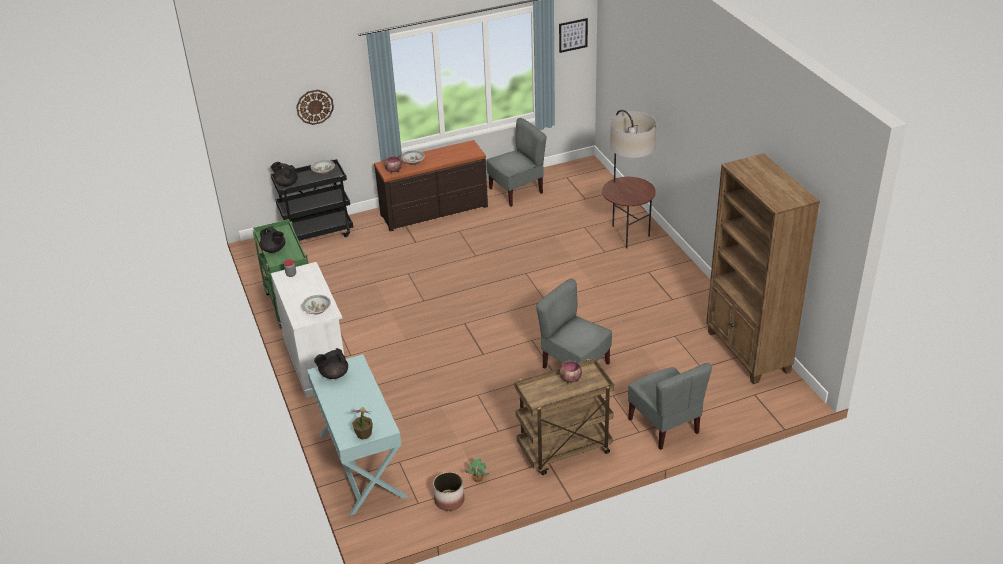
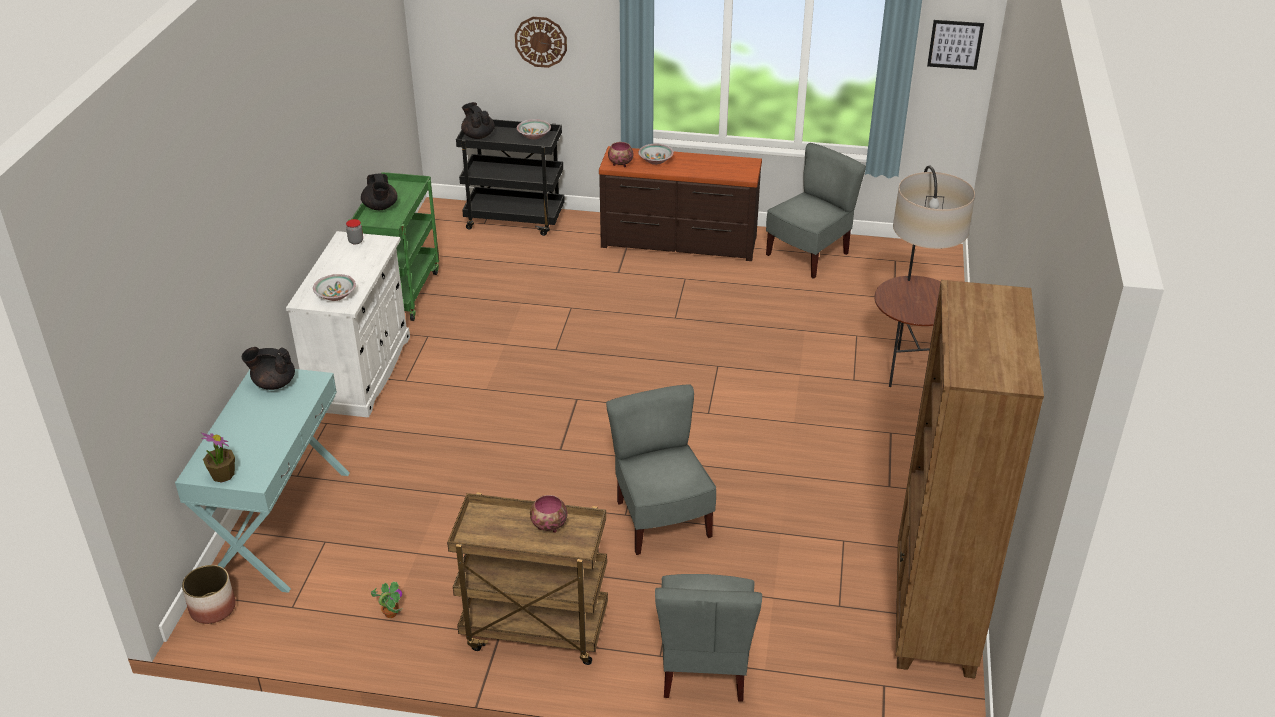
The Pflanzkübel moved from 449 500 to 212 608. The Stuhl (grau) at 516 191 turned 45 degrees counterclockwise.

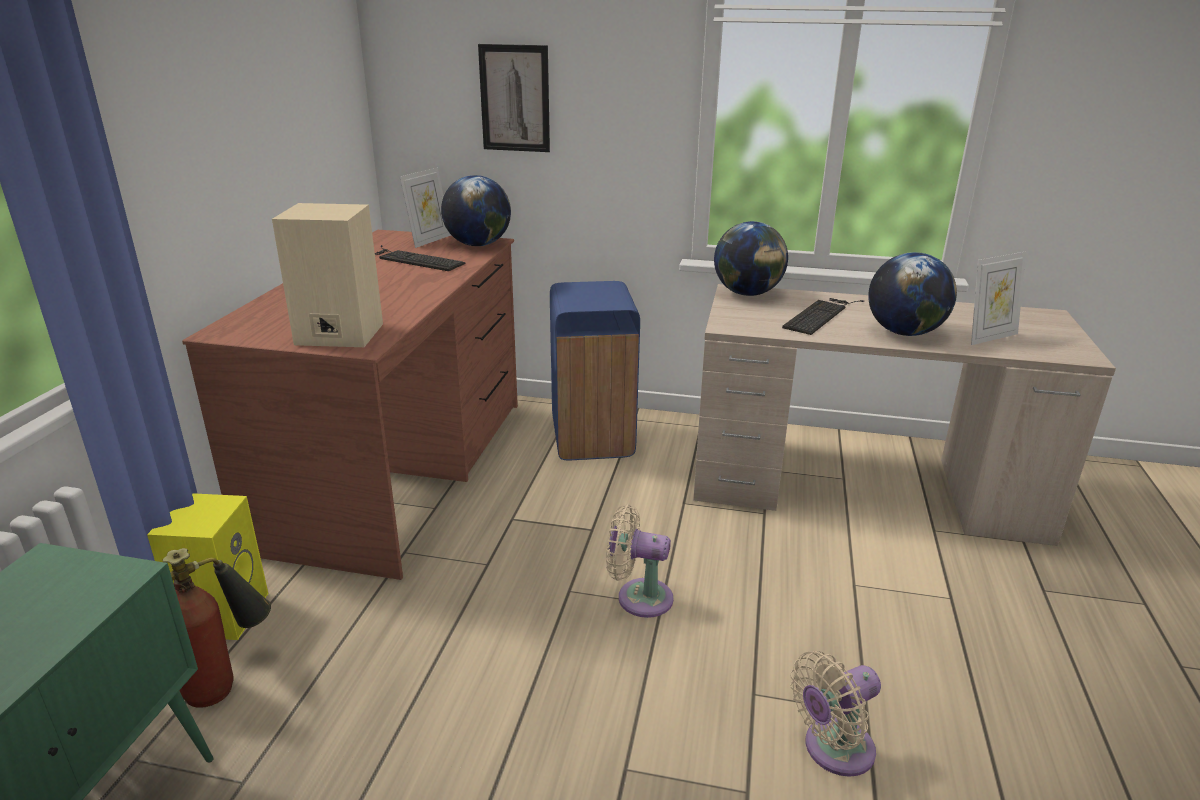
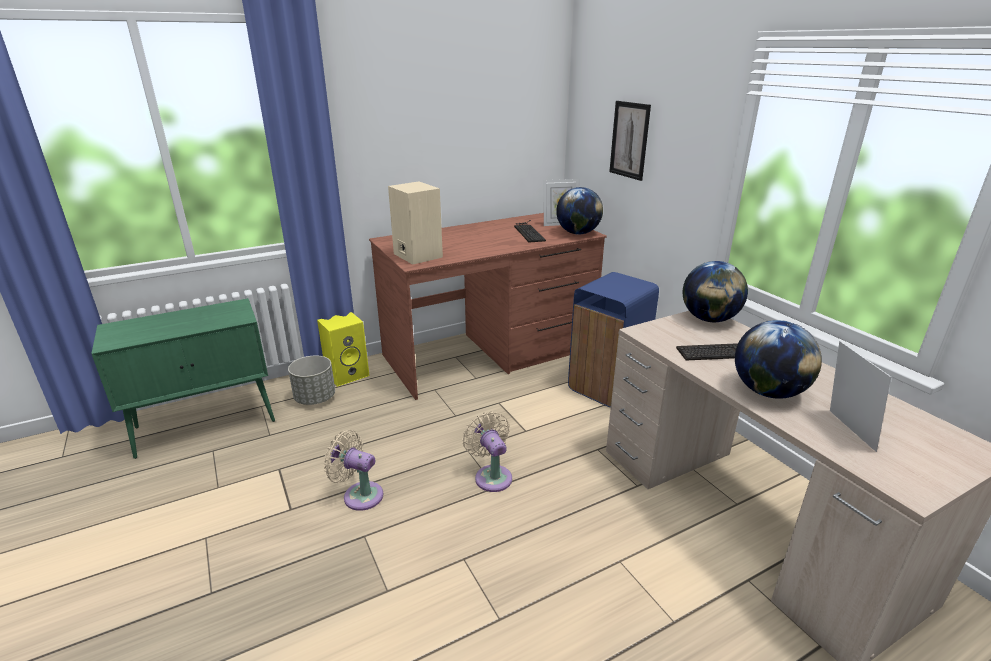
The Ventilator (beige) moved from 833 750 to 359 495. The Feuerlöscher at 228 680 was replaced by the Pflanzkübel (grau) at 315 398. The Bilderrahmen at 989 337 turned 120 degrees counterclockwise.

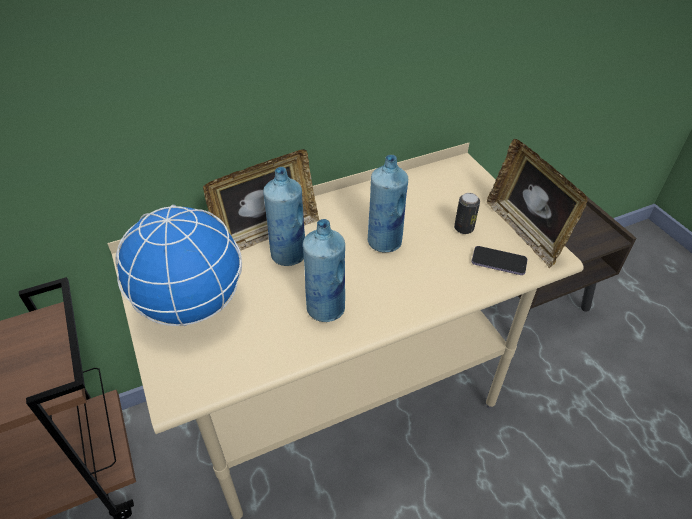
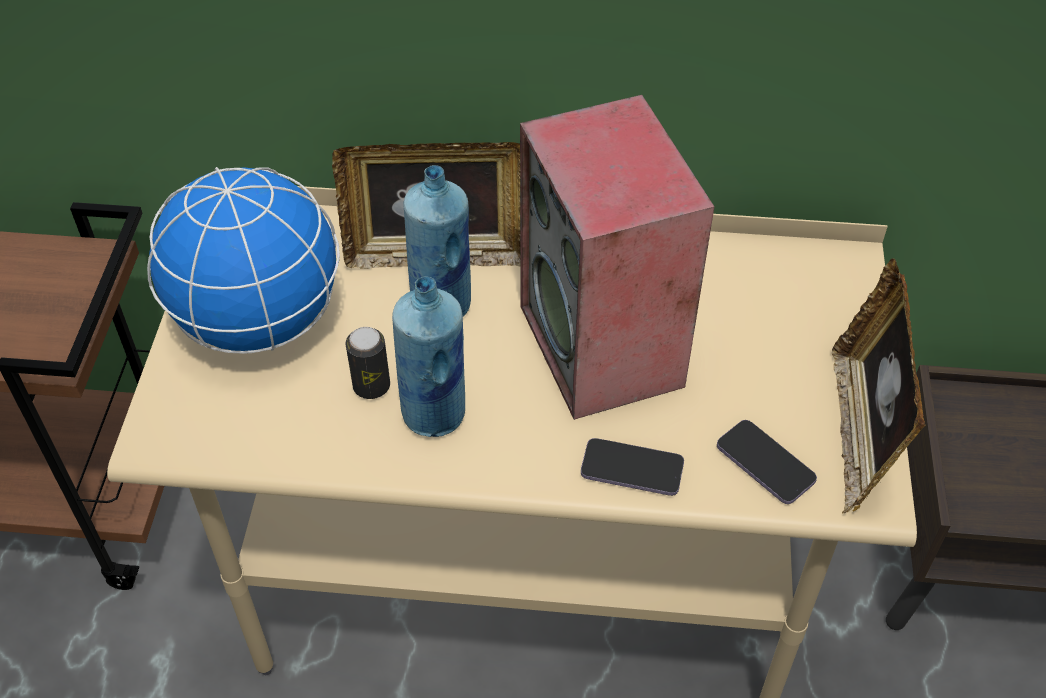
The Handy at 632 469 appeared. The Dose moved from 464 228 to 371 386. The Flasche (blau) at 385 242 was replaced by the Lautsprecher at 604 347.

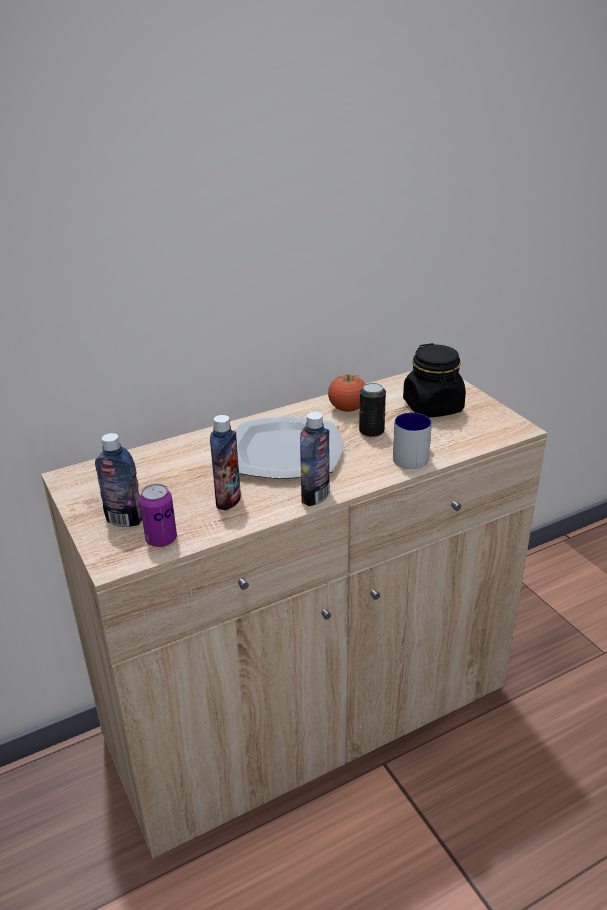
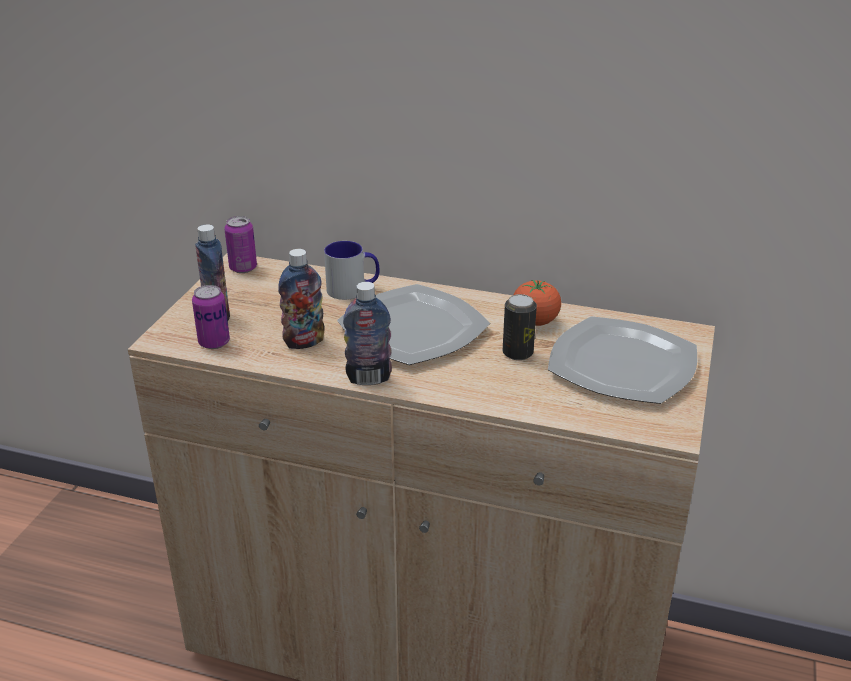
The Dose at 243 268 appeared. The Henkelbecher moved from 414 456 to 353 289. The Vorratsglas (schwarz) at 433 407 was replaced by the Teller at 621 363.

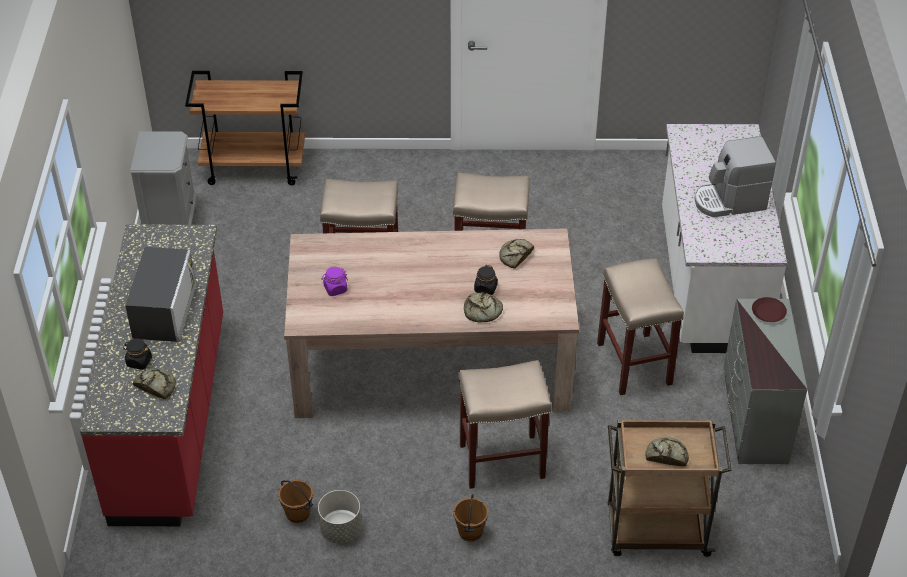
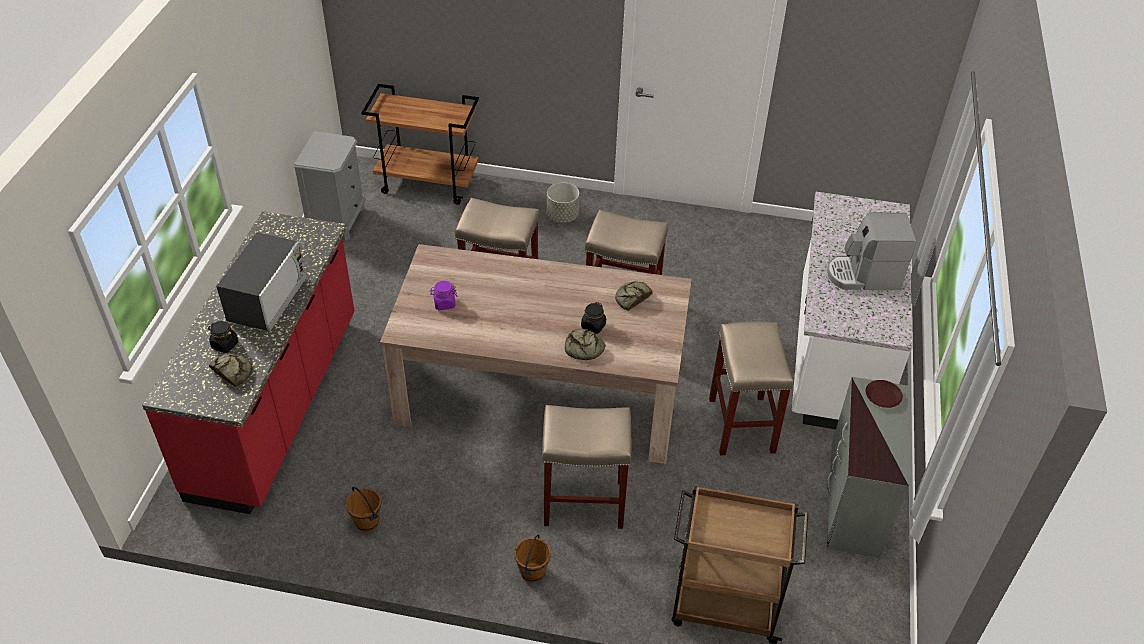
The Brot at 666 455 disappeared. The Pflanzkübel (grau) moved from 341 530 to 562 216.

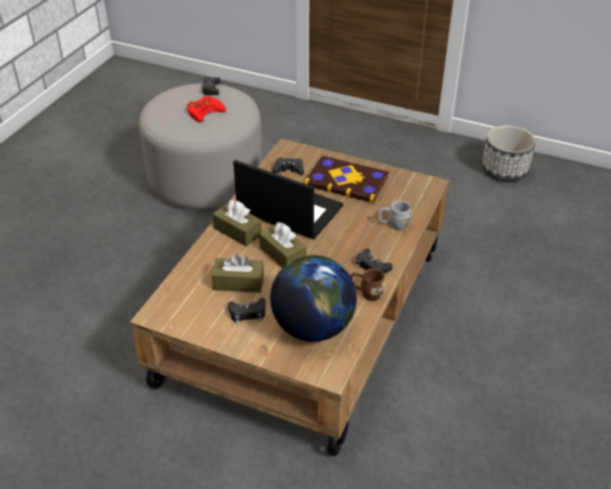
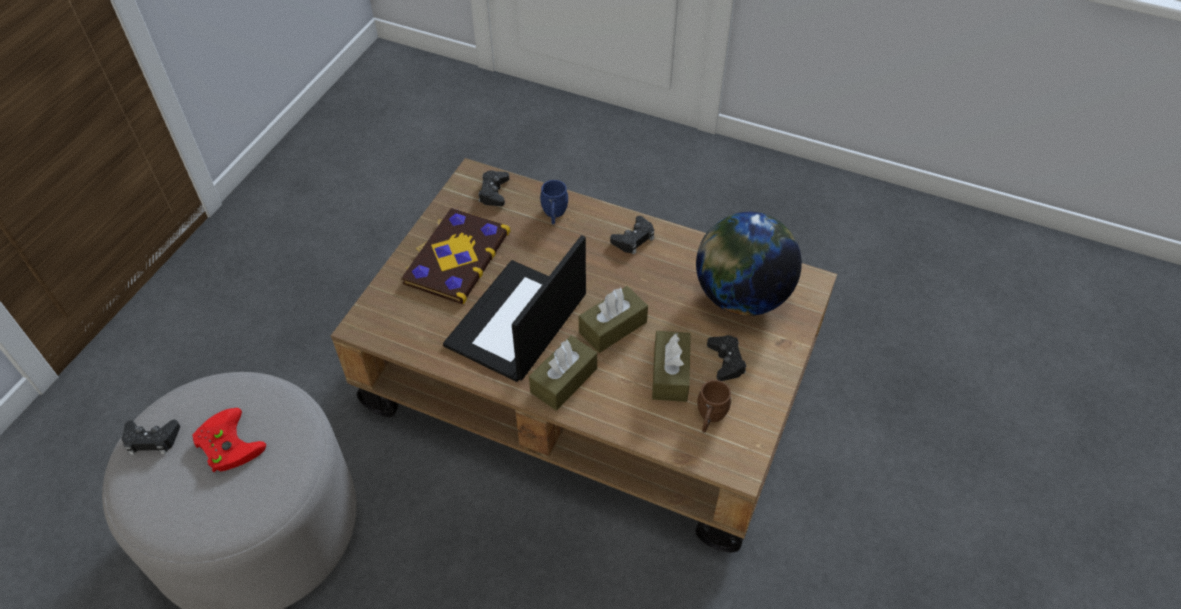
The Pflanzkübel at 504 170 disappeared. The Gamepad (schwarz) moved from 289 170 to 494 192. The Henkelbecher (braun) moved from 366 293 to 709 418. The Henkelbecher (grau) at 394 225 became the Henkelbecher (blau) at 554 215.

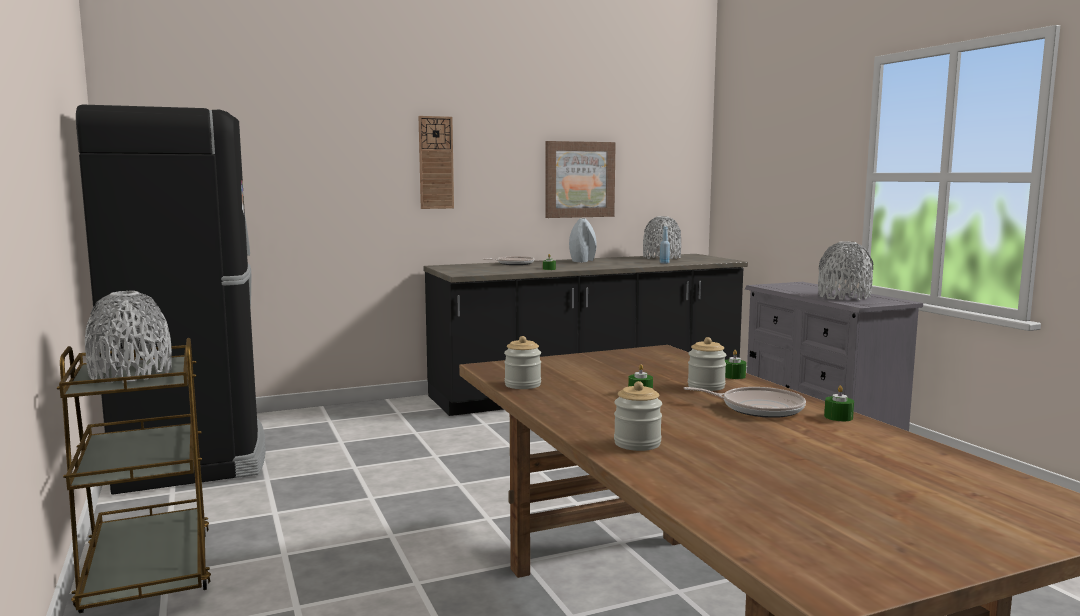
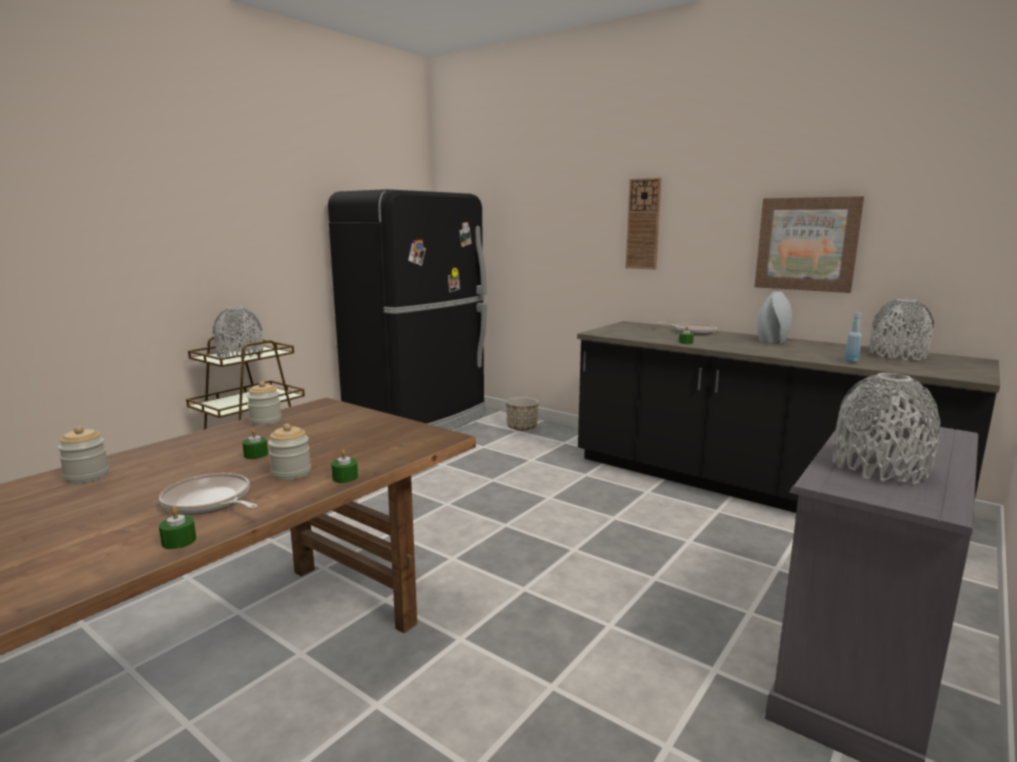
The Pflanzkübel at 522 427 appeared. The Pfanne at 757 408 turned 135 degrees clockwise.

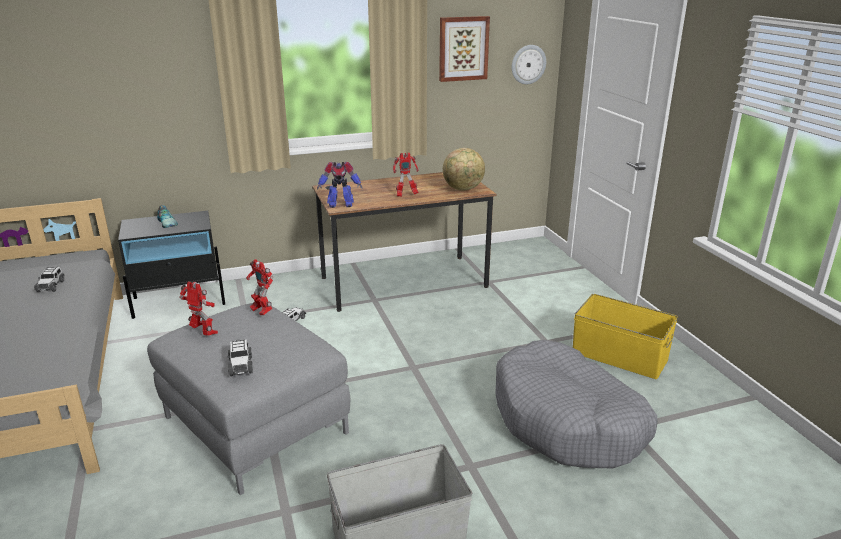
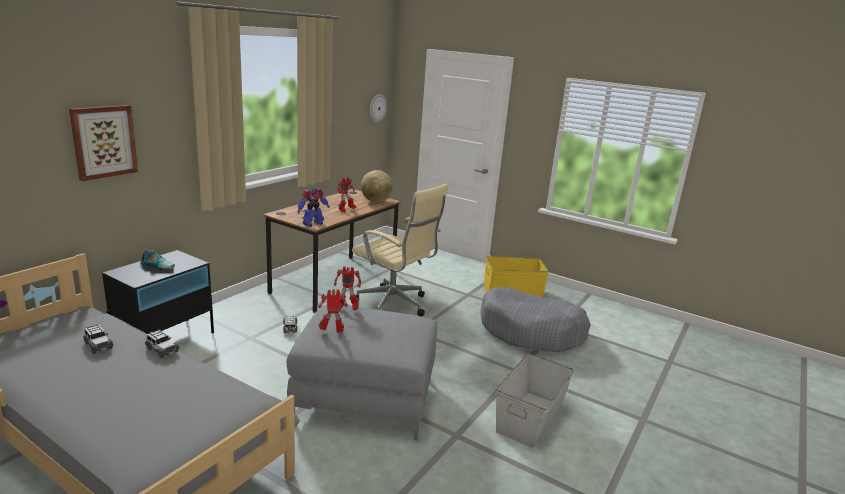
The Bürostuhl (beige) at 395 305 appeared. The Spielzeugauto moved from 240 365 to 161 350. The Bild moved from 463 48 to 103 141.

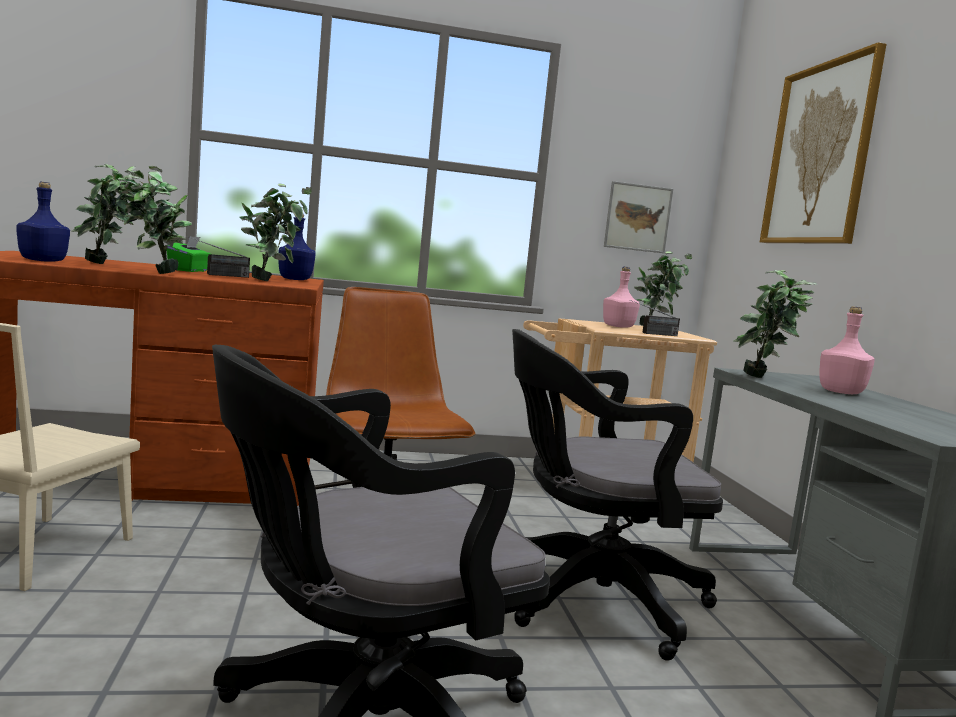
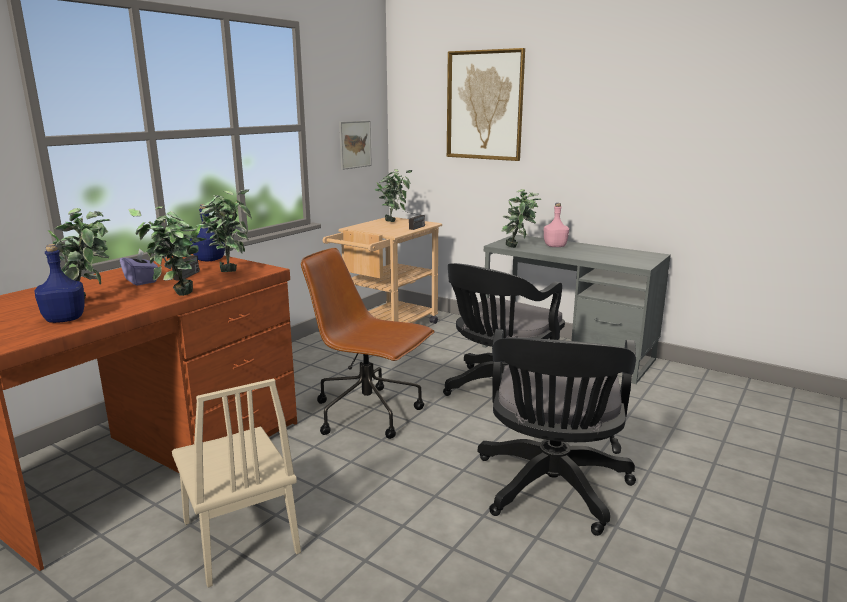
The Flasche (rosa) at 618 327 disappeared. The Taschentuchbox (grün) at 189 270 became the Taschentuchbox (lila) at 141 280.

